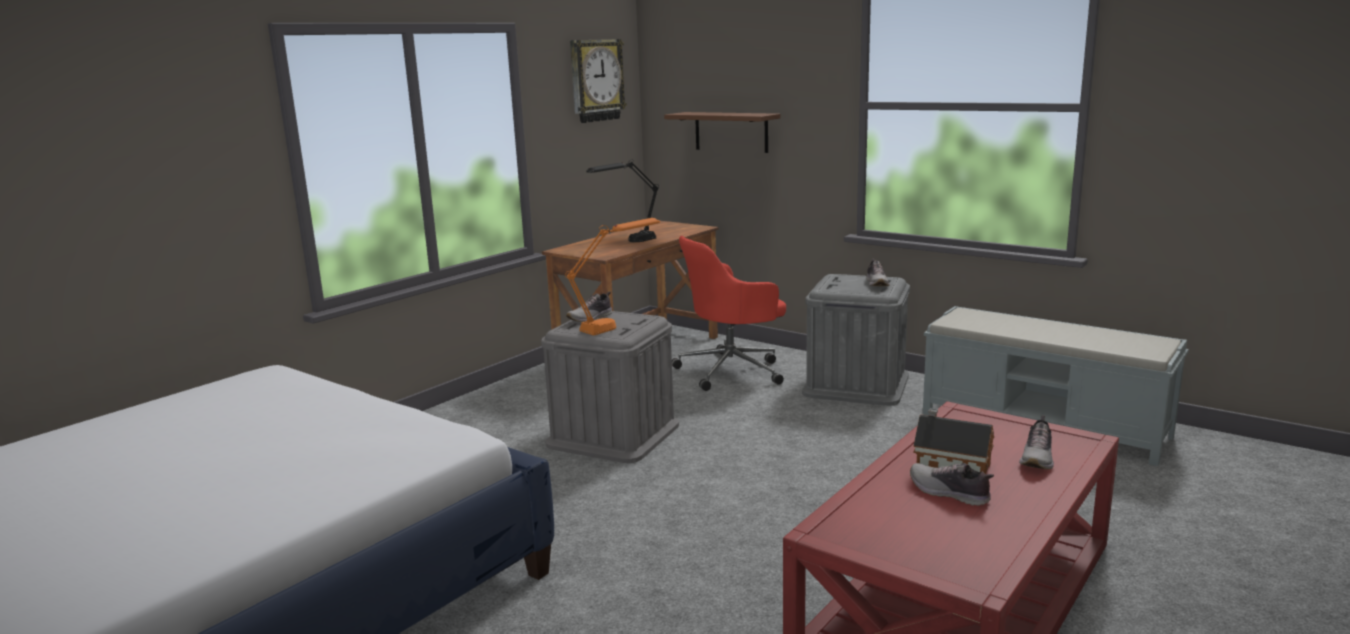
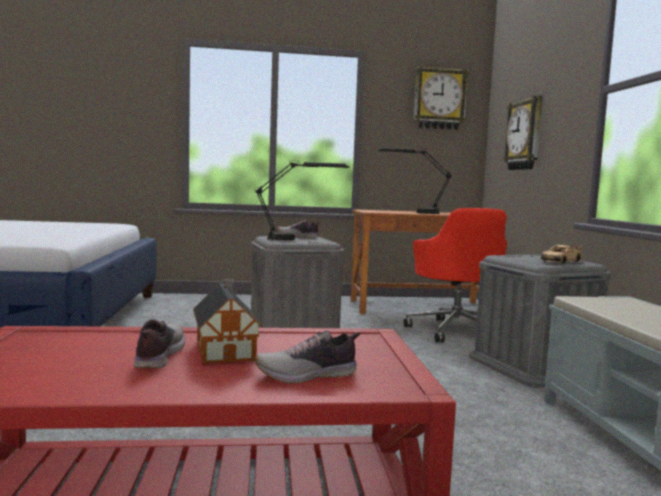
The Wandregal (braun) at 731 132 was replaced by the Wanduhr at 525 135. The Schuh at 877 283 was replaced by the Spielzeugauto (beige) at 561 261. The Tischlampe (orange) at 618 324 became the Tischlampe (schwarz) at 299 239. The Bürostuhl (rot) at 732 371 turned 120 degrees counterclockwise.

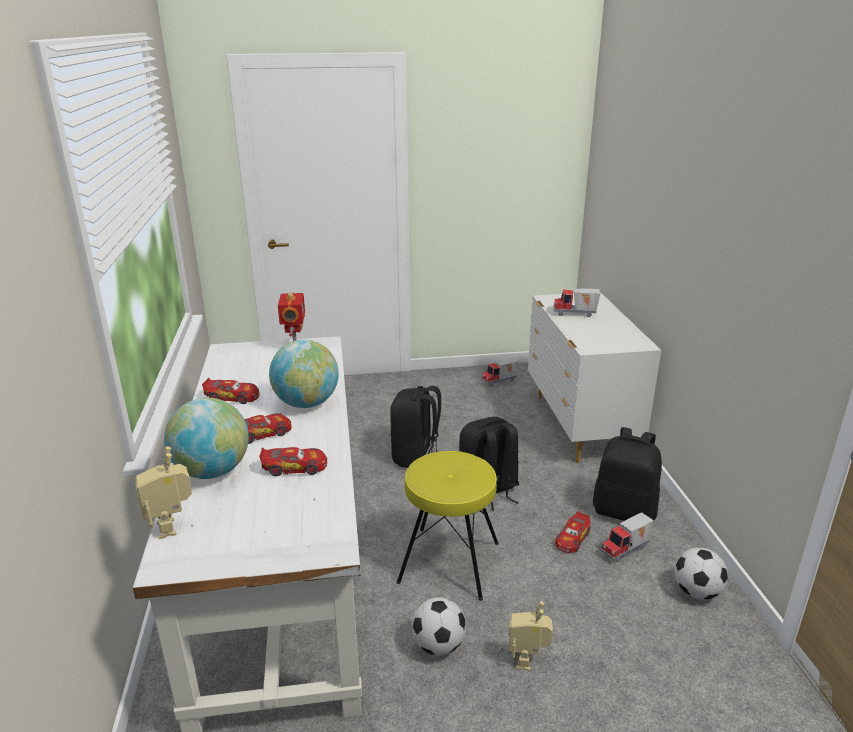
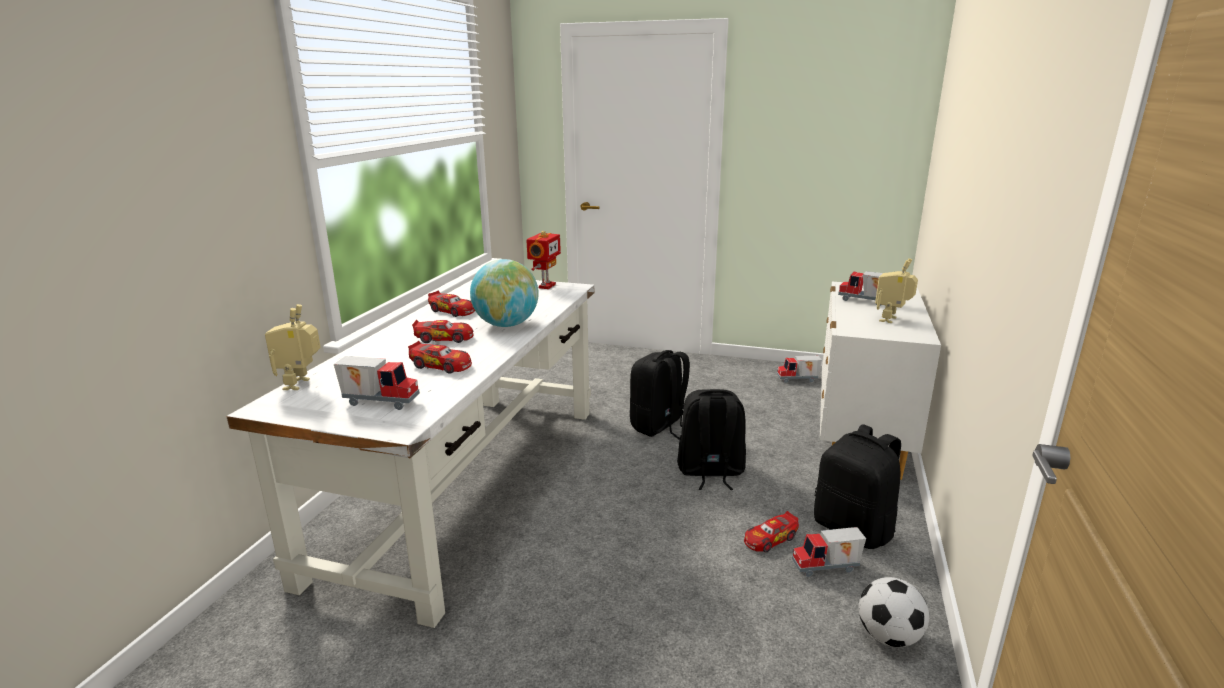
The Globus at 212 471 disappeared. The Hocker (gelb) at 449 562 disappeared. The Fußball at 438 645 disappeared. The Spielzeuglaster at 381 401 appeared. The Spielzeugroboter moved from 528 660 to 892 320.

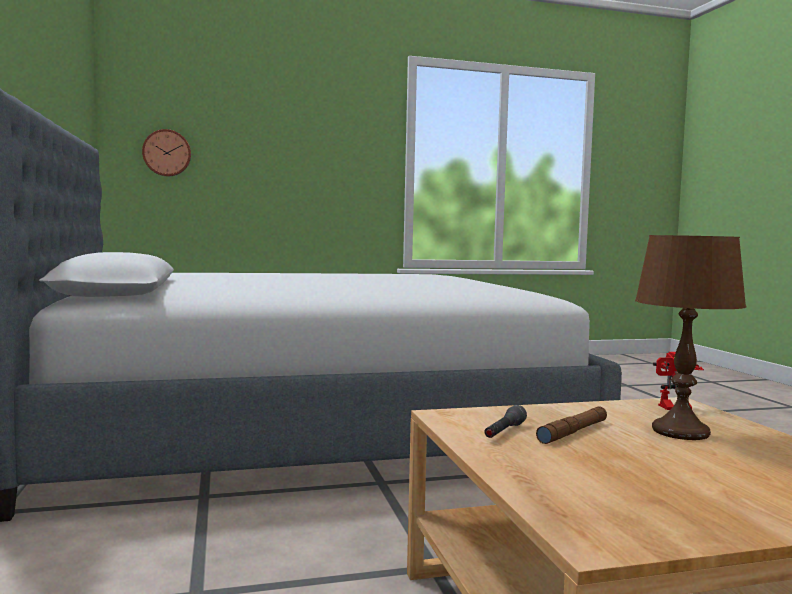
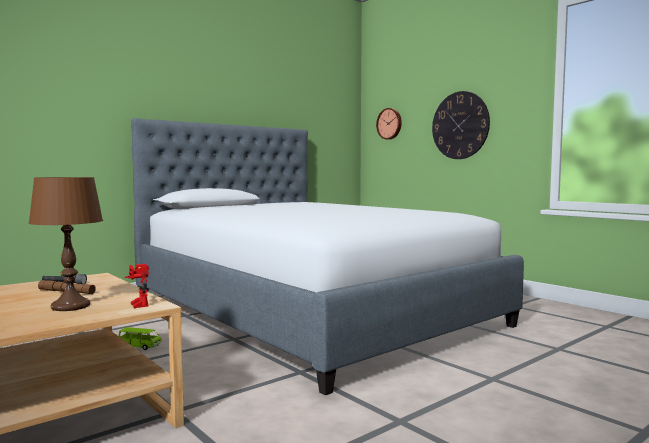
The Spielzeugauto (grün) at 139 346 appeared. The Wanduhr at 460 125 appeared.

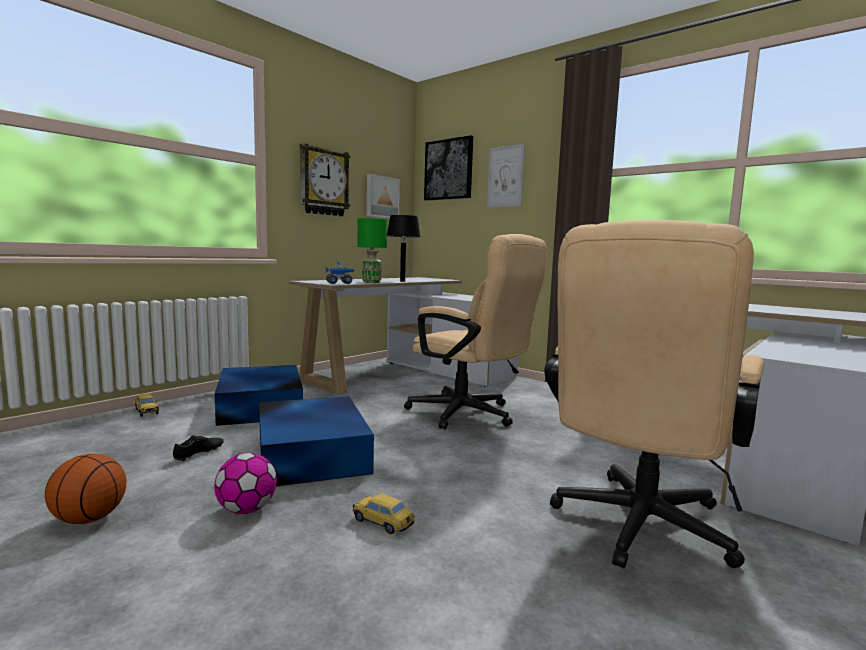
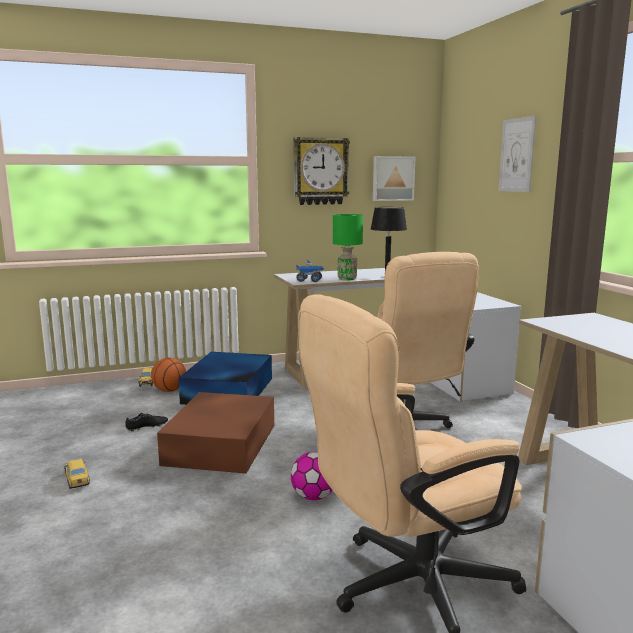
The Bild at 448 169 disappeared. The Basketball moved from 89 519 to 169 390. The Fußball moved from 246 510 to 314 496. The Spielzeugauto moved from 382 523 to 77 480. The Aufbewahrungsbox (blau) at 312 452 became the Aufbewahrungsbox (braun) at 222 443.

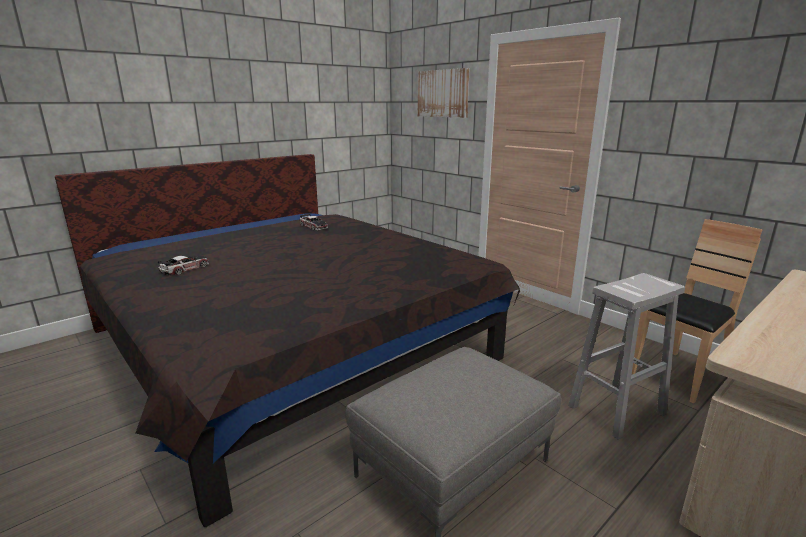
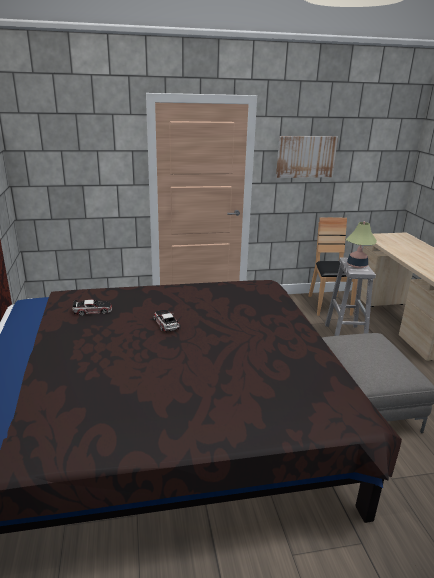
The Tischlampe at 357 265 appeared. The Spielzeugauto moved from 185 269 to 166 323. The Bild moved from 443 93 to 306 156.

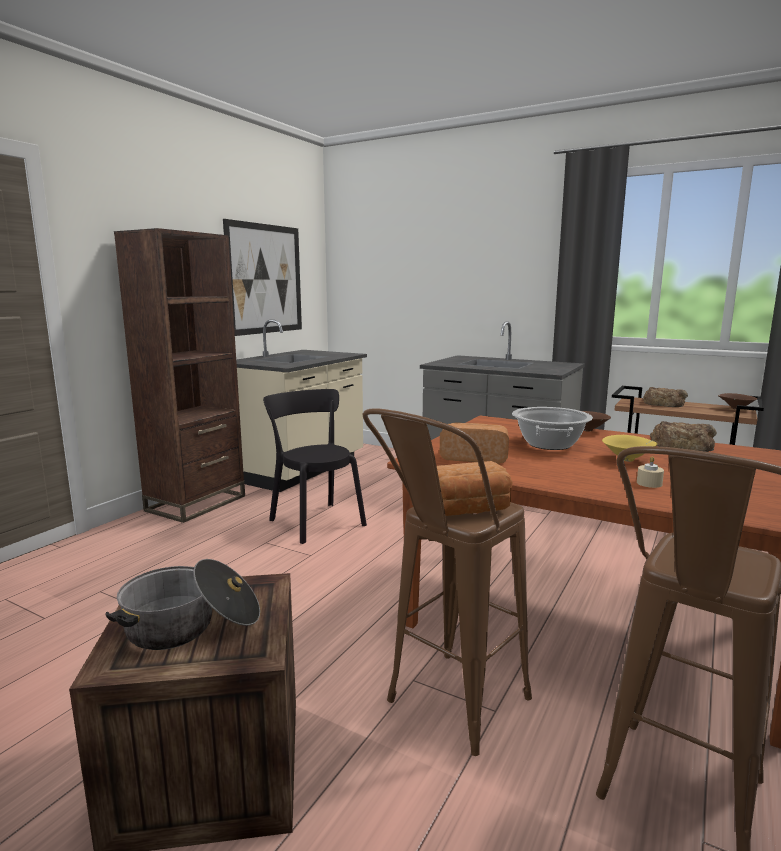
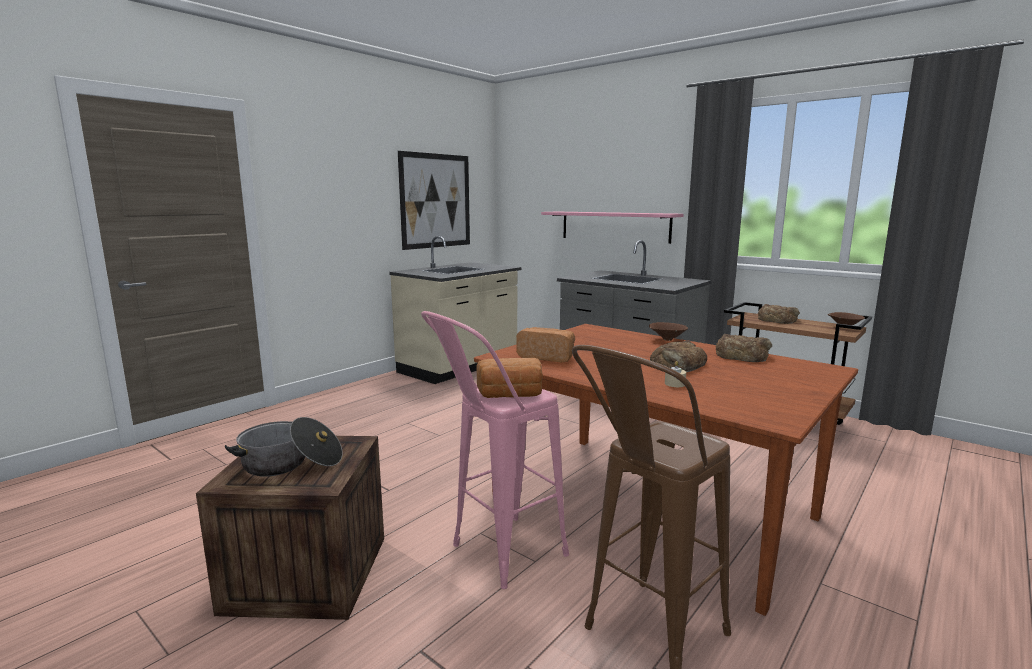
The Bücherregal (braun) at 196 503 disappeared. The Stuhl (schwarz) at 315 521 disappeared. The Kochtopf at 550 444 disappeared. The Wandregal (rosa) at 614 226 appeared. The Schüssel (gelb) at 628 460 was replaced by the Brot at 678 365. The Hocker (braun) at 446 711 became the Hocker (rosa) at 495 557.

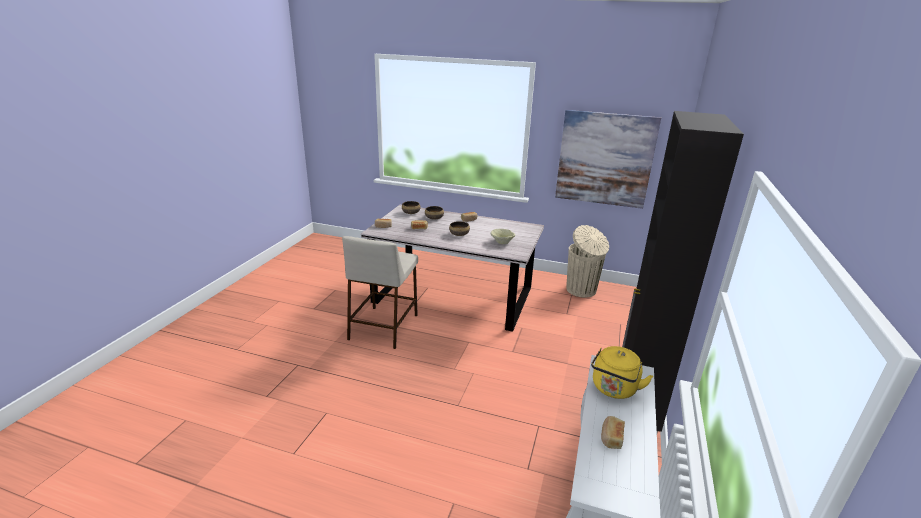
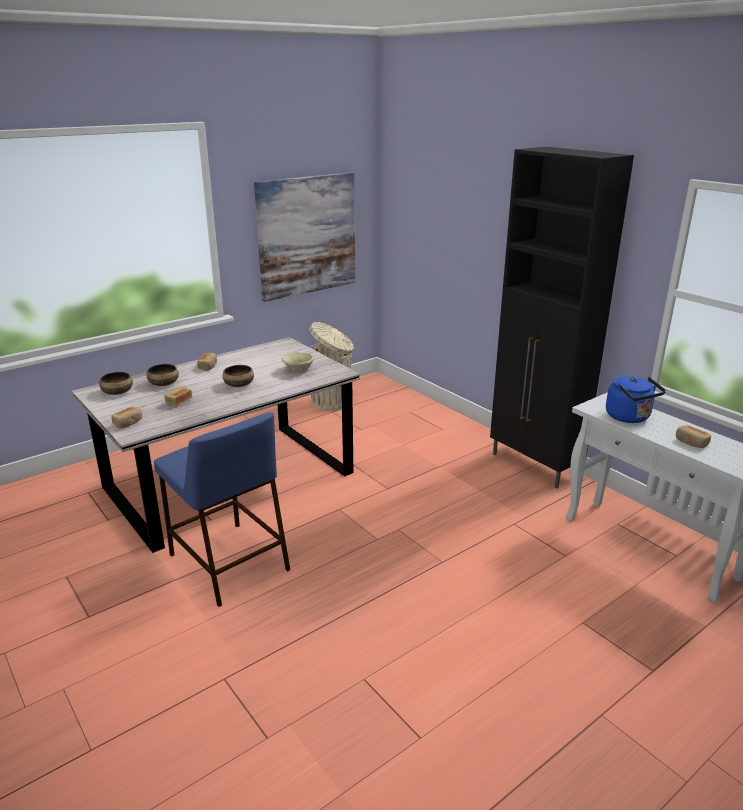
The Hocker (beige) at 383 326 became the Hocker (blau) at 227 561. The Wasserkessel (gelb) at 613 389 became the Wasserkessel (blau) at 630 417.

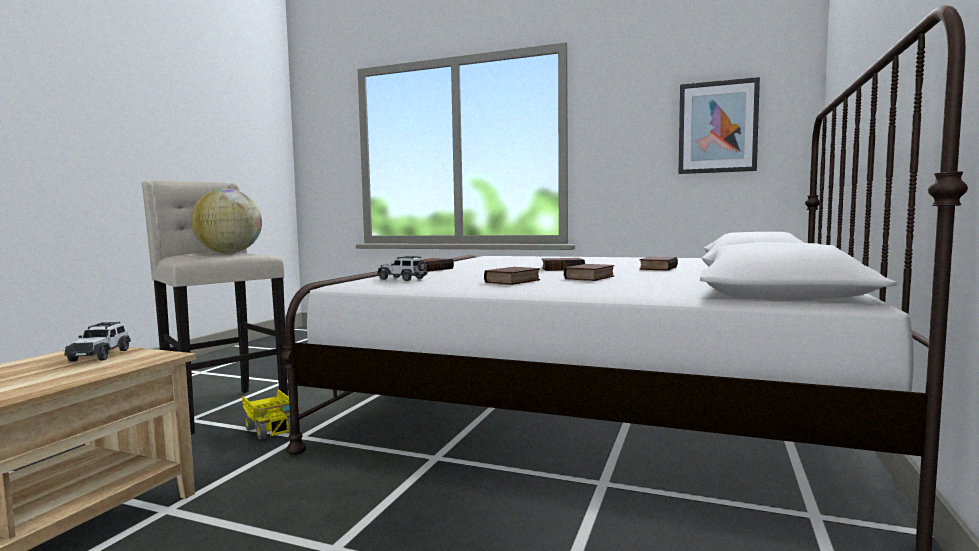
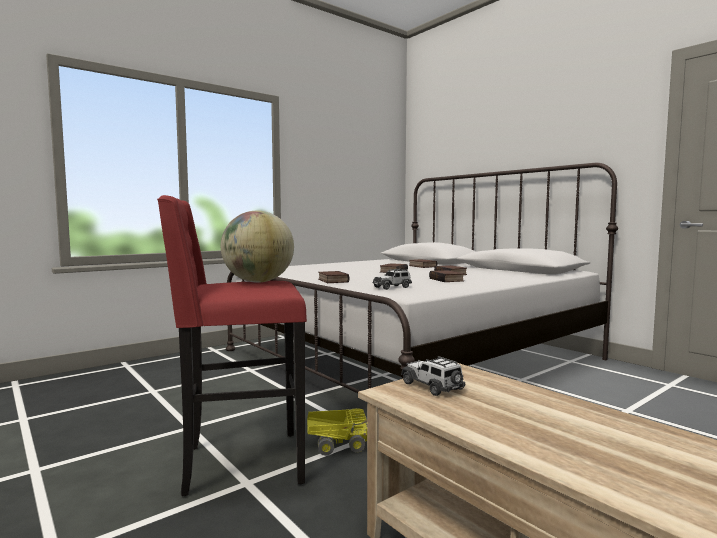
The Bild at 717 127 disappeared. The Hocker (beige) at 222 410 became the Hocker (rot) at 240 464. The Spielzeugauto at 101 355 turned 150 degrees counterclockwise.

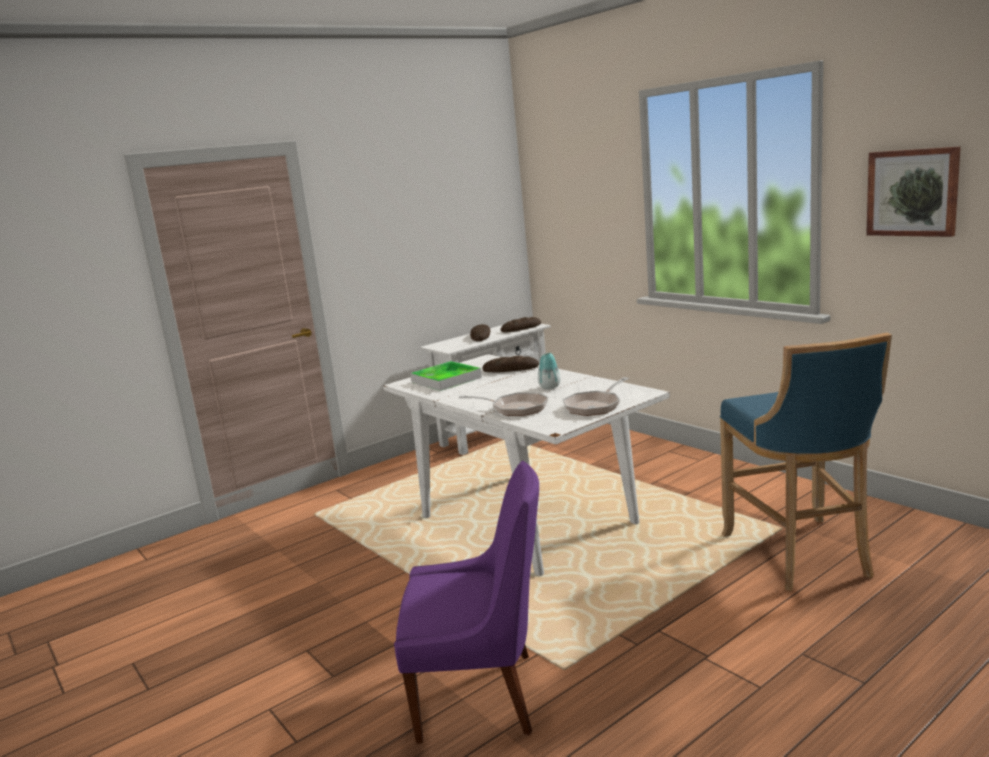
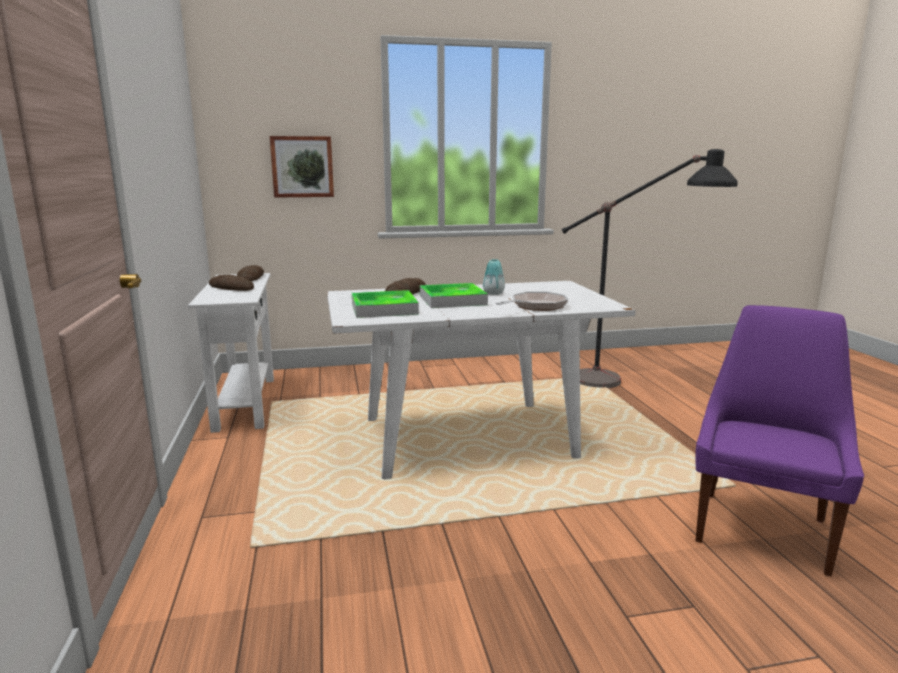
The Pfanne at 595 406 disappeared. The Tablett at 452 300 appeared. The Bild moved from 912 192 to 302 167. The Hocker (blau) at 801 556 was replaced by the Stehlampe (schwarz) at 632 383.

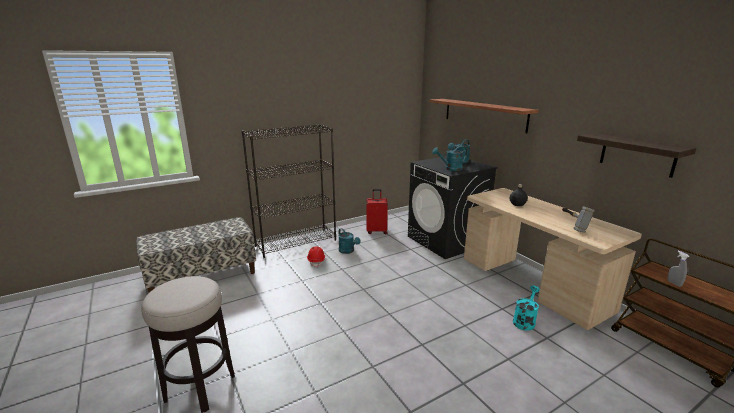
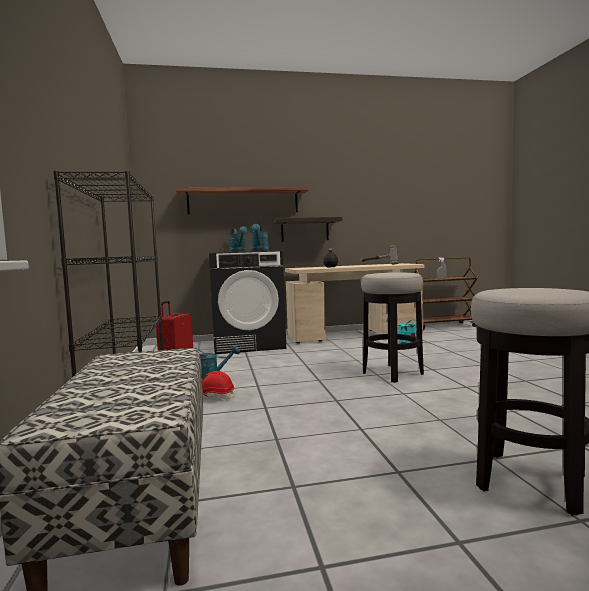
The Hocker at 393 373 appeared. The Wandregal moved from 637 154 to 304 230.

